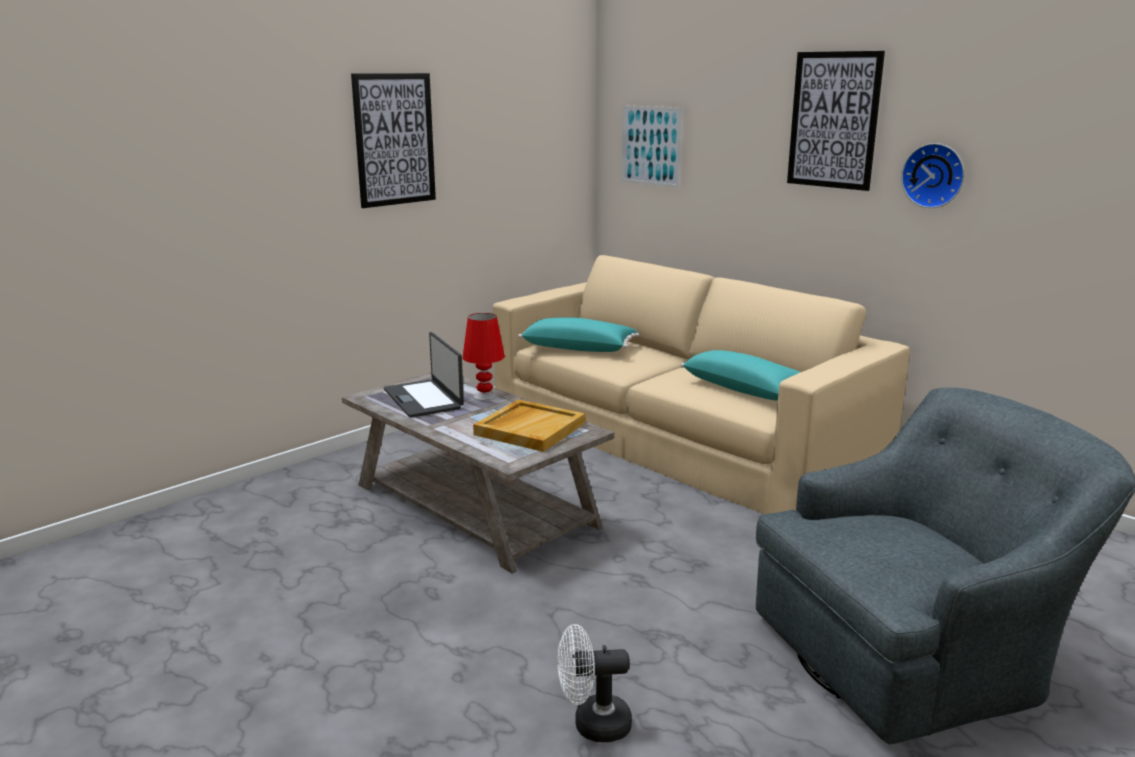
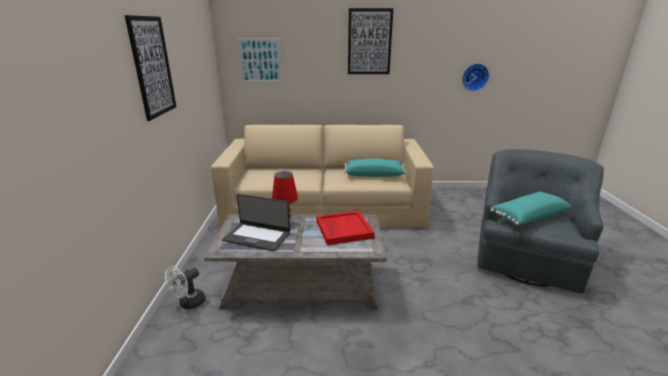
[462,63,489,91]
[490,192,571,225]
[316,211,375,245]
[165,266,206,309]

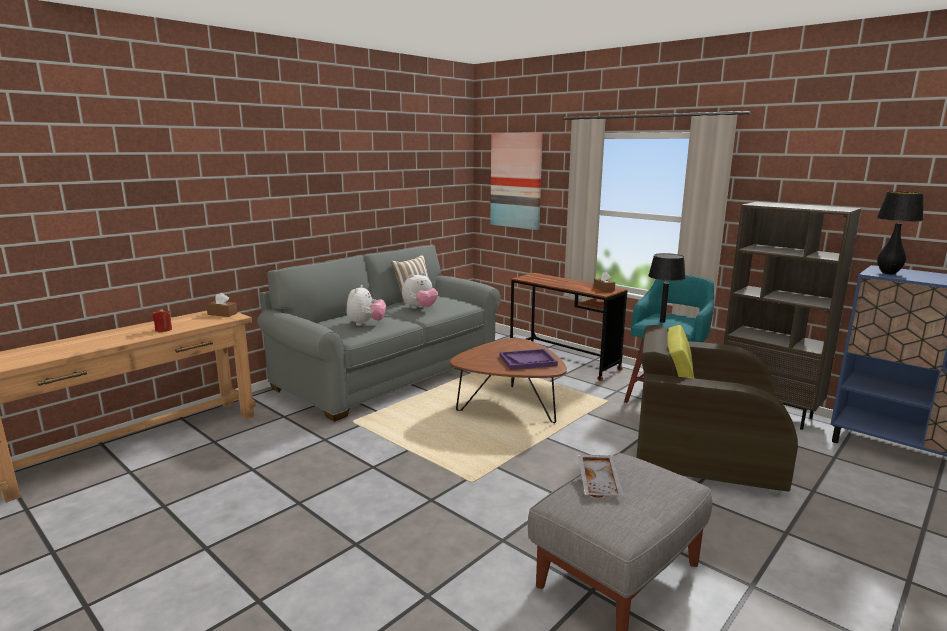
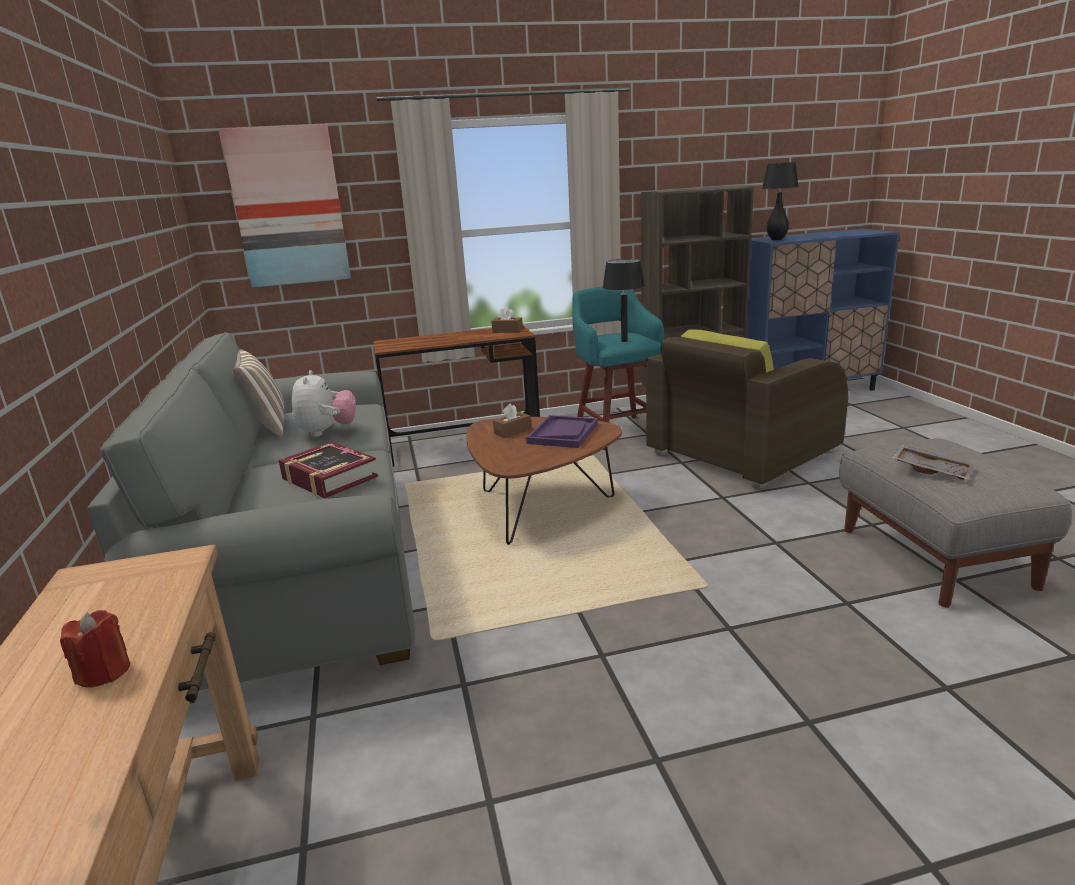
[279,442,378,498]
[493,404,531,438]

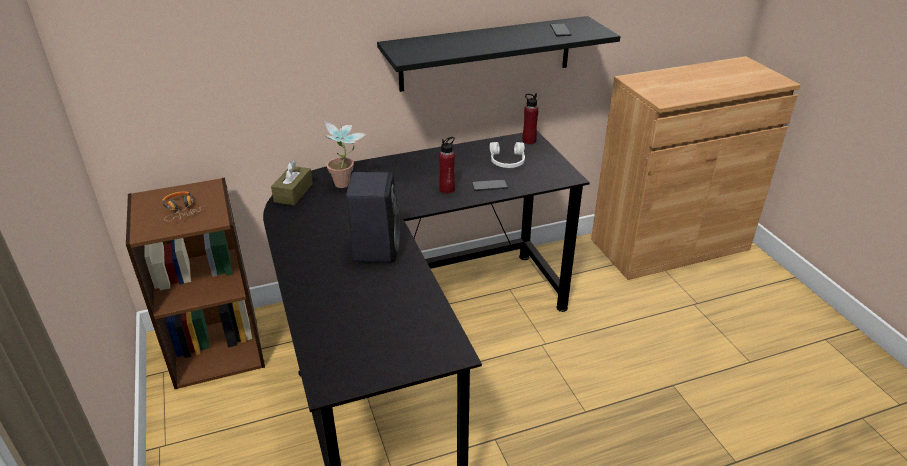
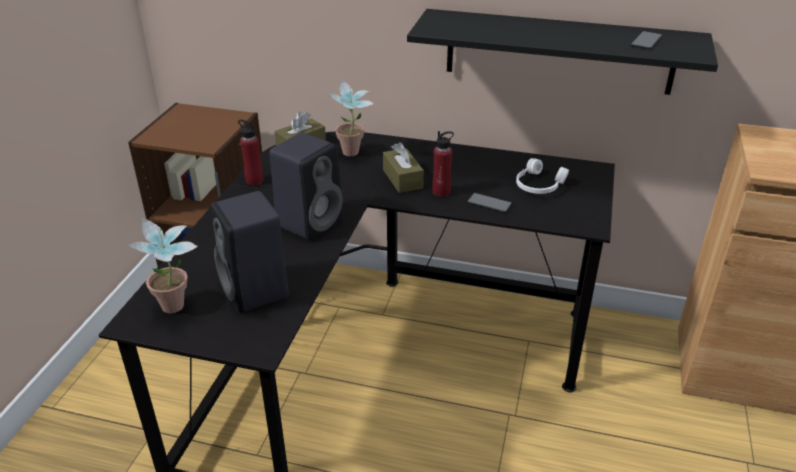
[238,120,263,185]
[162,191,206,221] (first image)
[383,142,424,193]
[211,191,289,313]
[128,217,198,313]

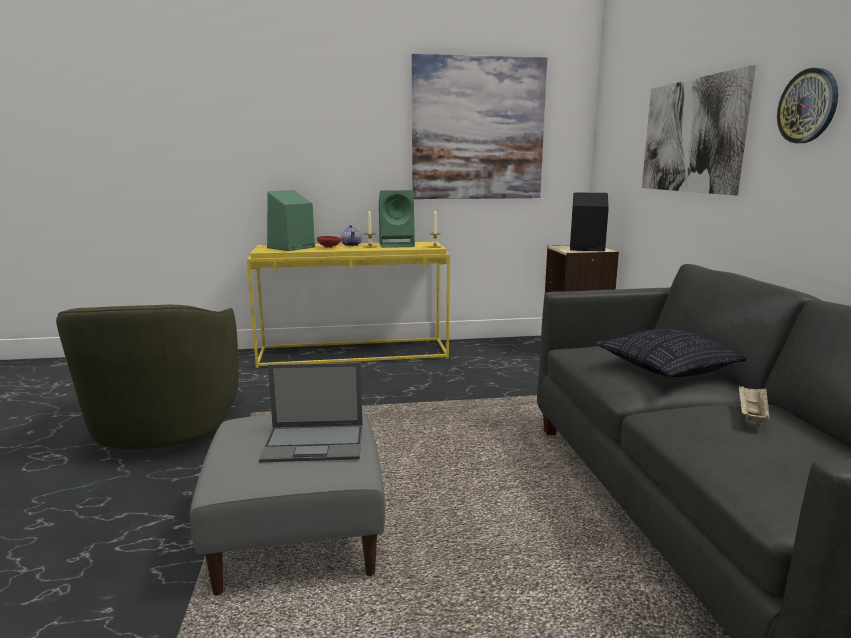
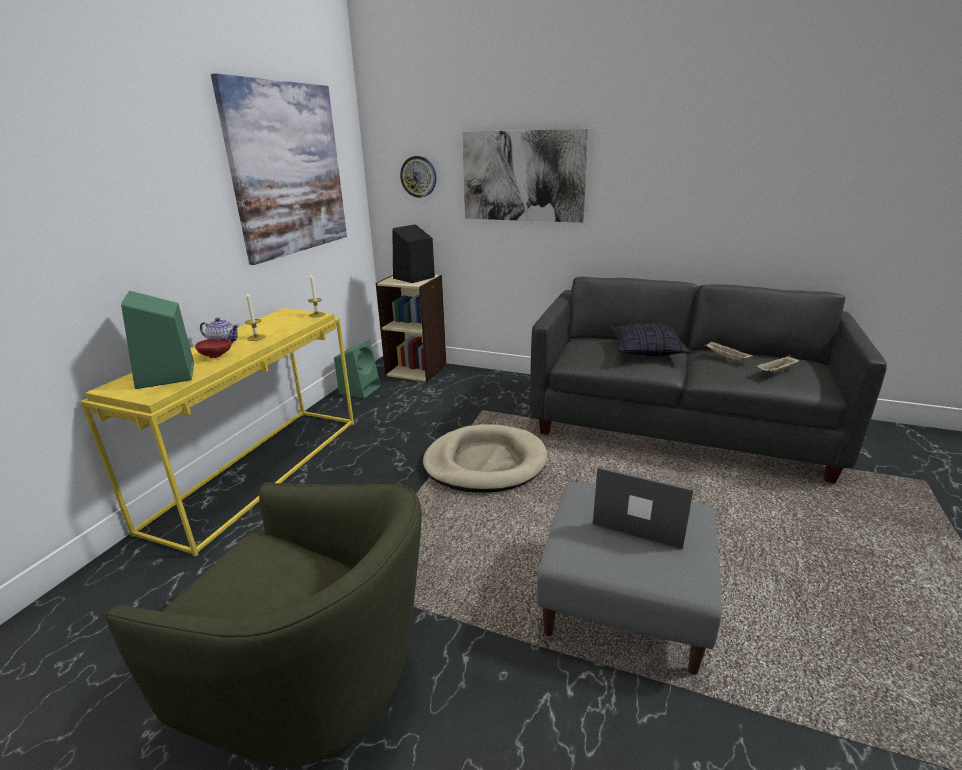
[400,156,437,198]
[334,340,381,399]
[593,467,693,549]
[757,355,800,372]
[423,424,547,493]

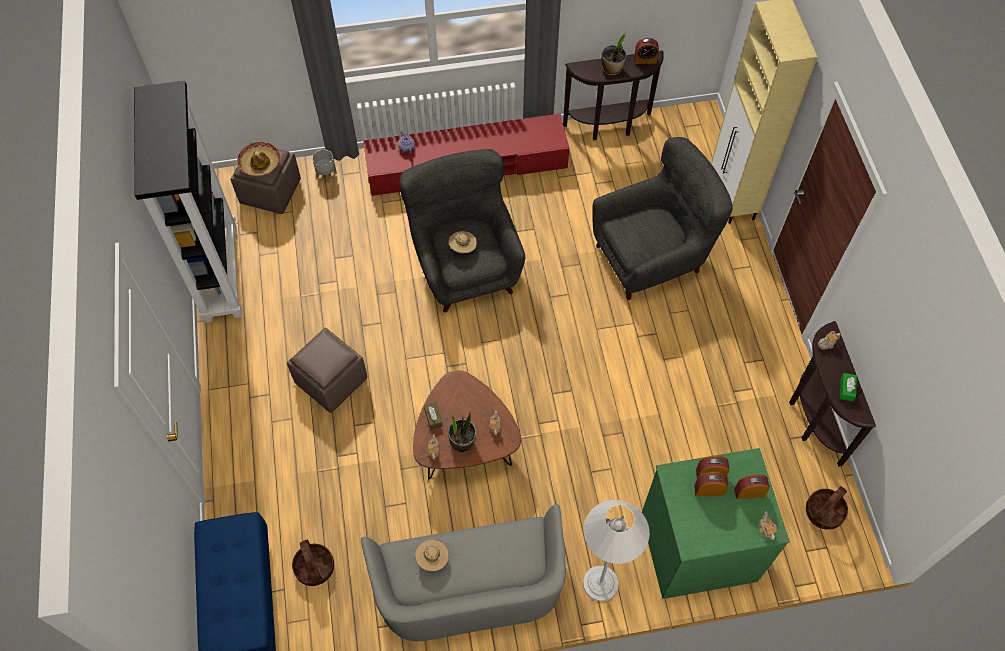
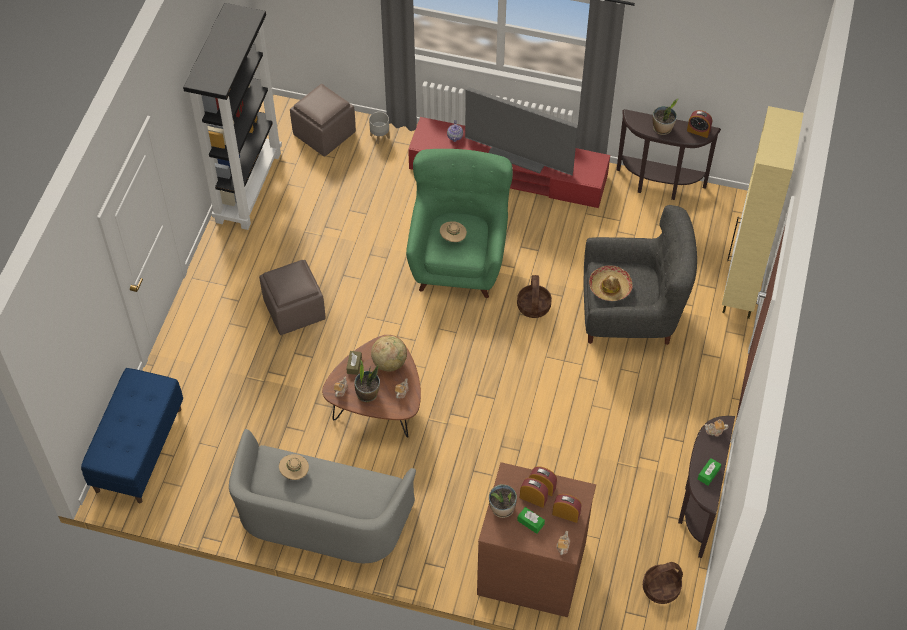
[589,265,633,301]
[406,149,513,298]
[477,462,596,617]
[583,500,650,602] (first image)
[517,275,552,318]
[465,87,578,175]
[371,336,407,372]
[489,484,517,518]
[517,507,545,534]

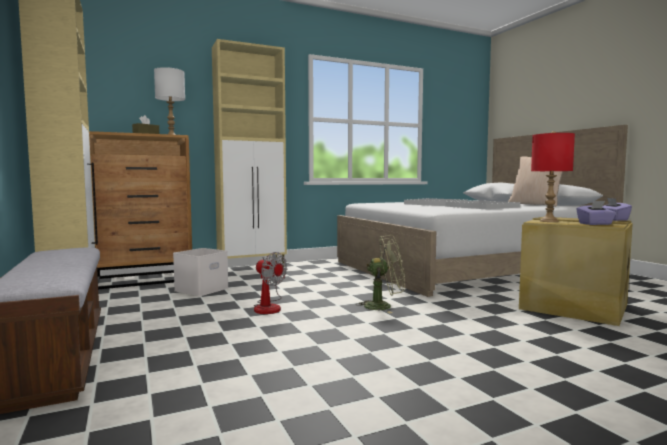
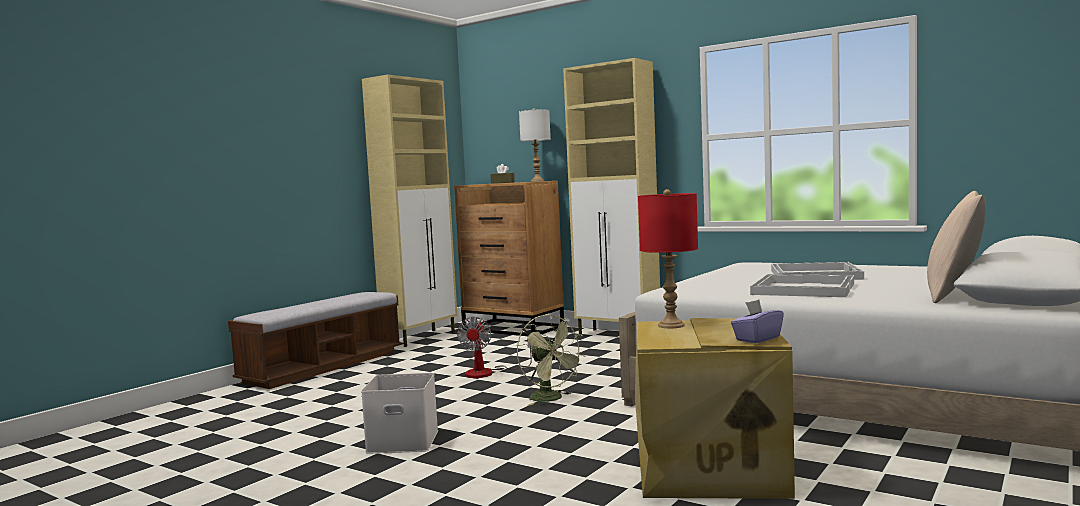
[577,201,616,225] (first image)
[361,373,438,454]

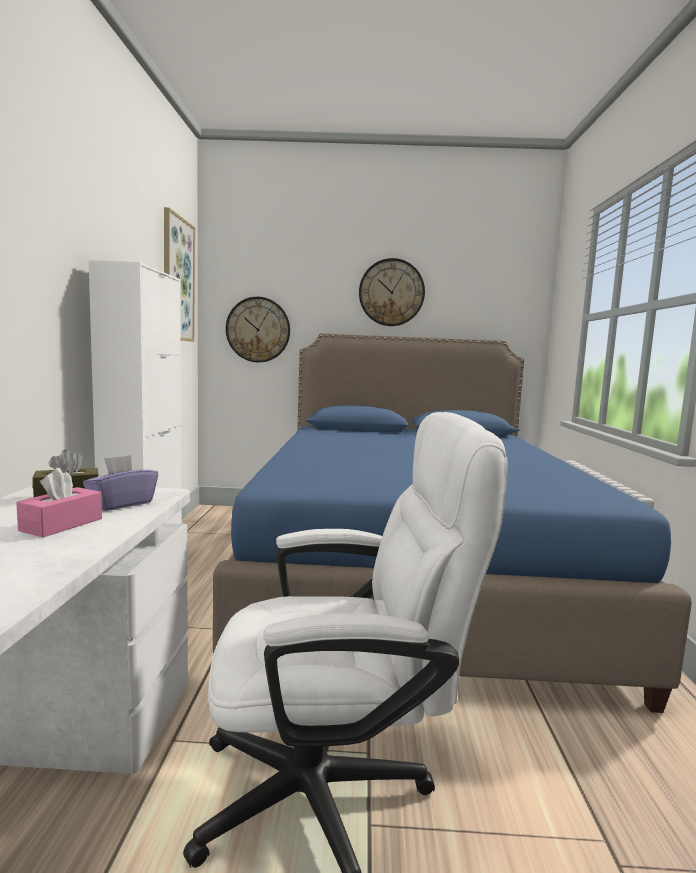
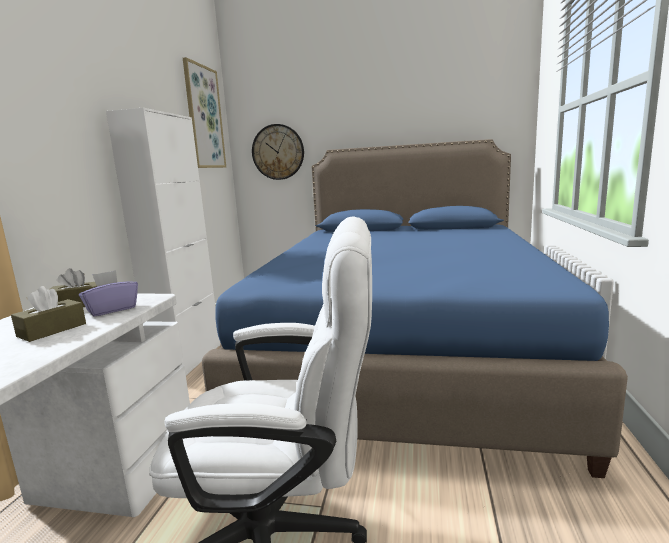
[359,258,425,326] (first image)
[11,286,86,342]

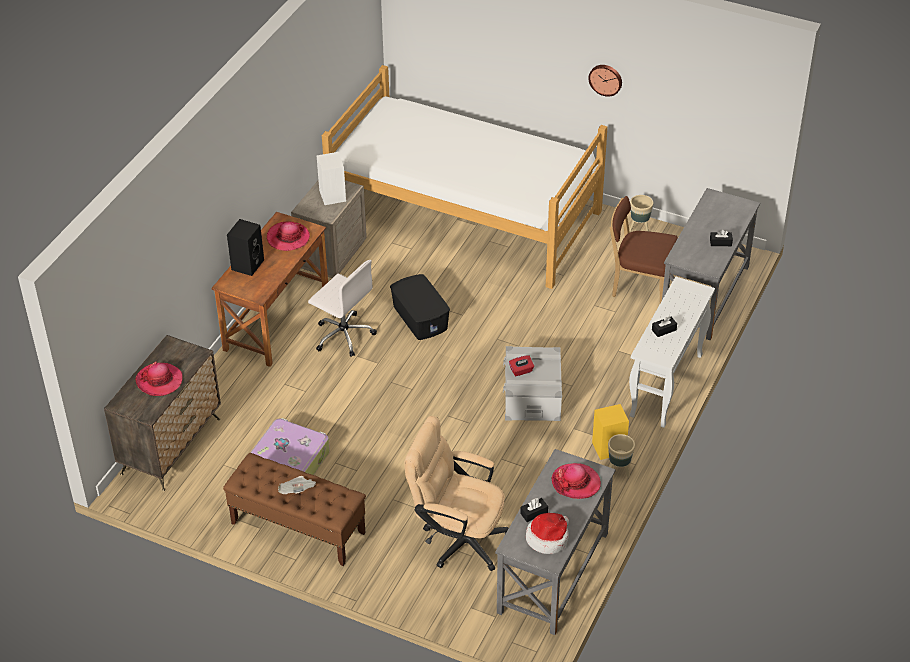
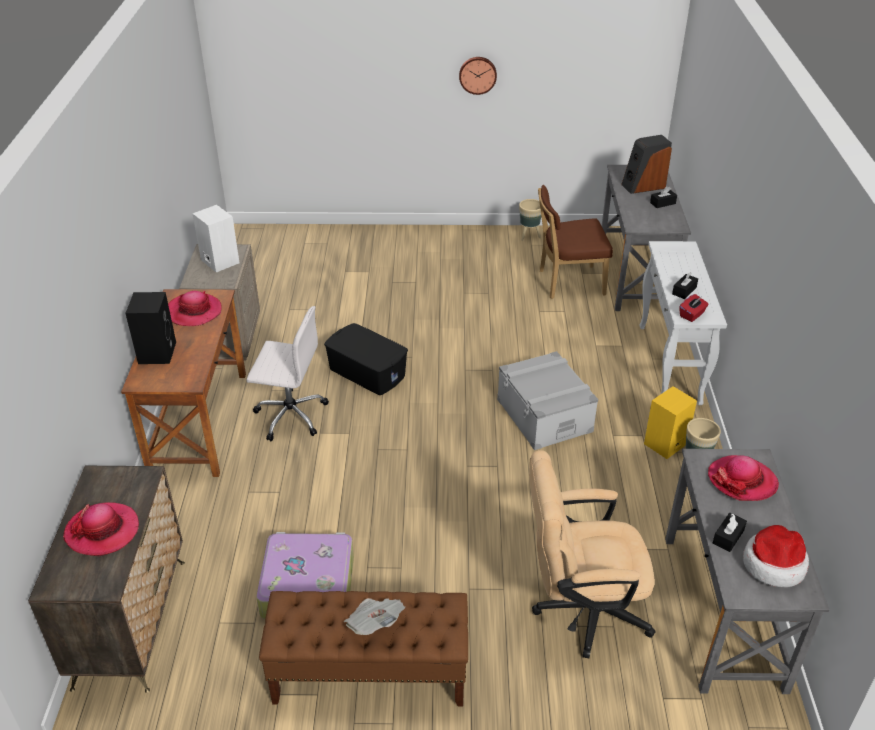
[322,65,608,289] (first image)
[680,294,709,322]
[621,135,672,194]

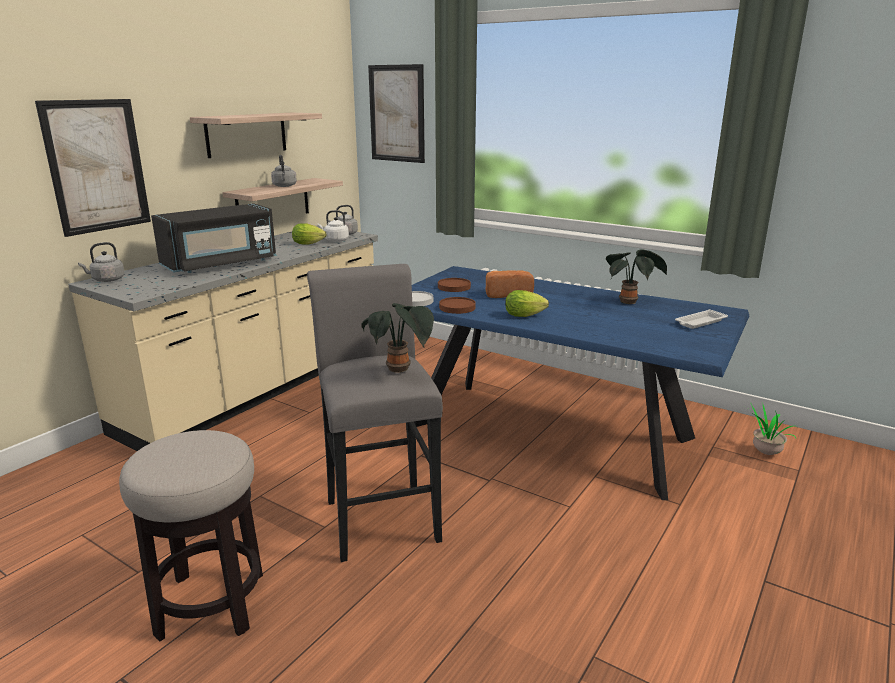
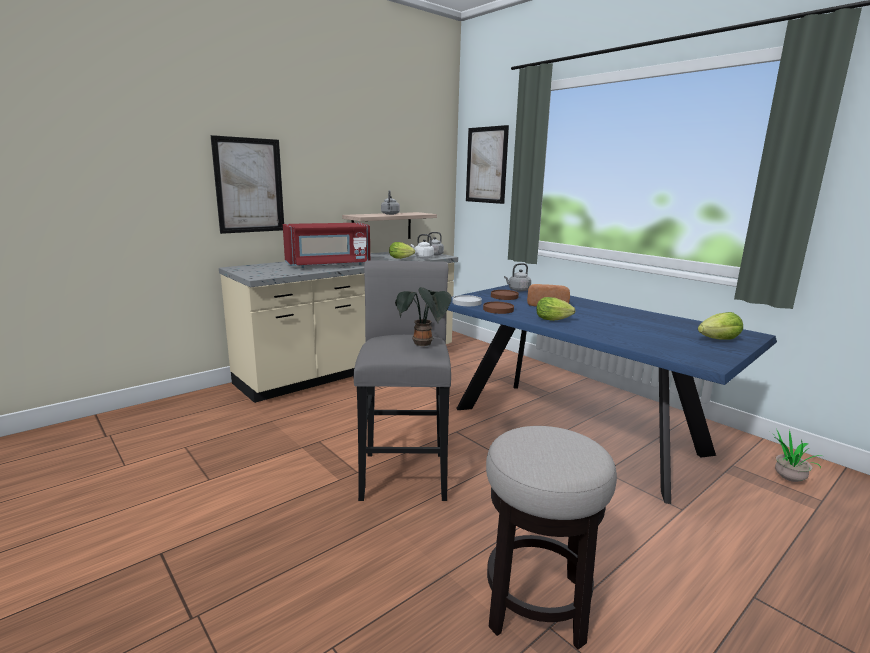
[190,113,322,158] (first image)
[283,223,370,268]
[504,263,531,291]
[606,249,667,304] (first image)
[698,312,743,340]
[486,426,617,649]

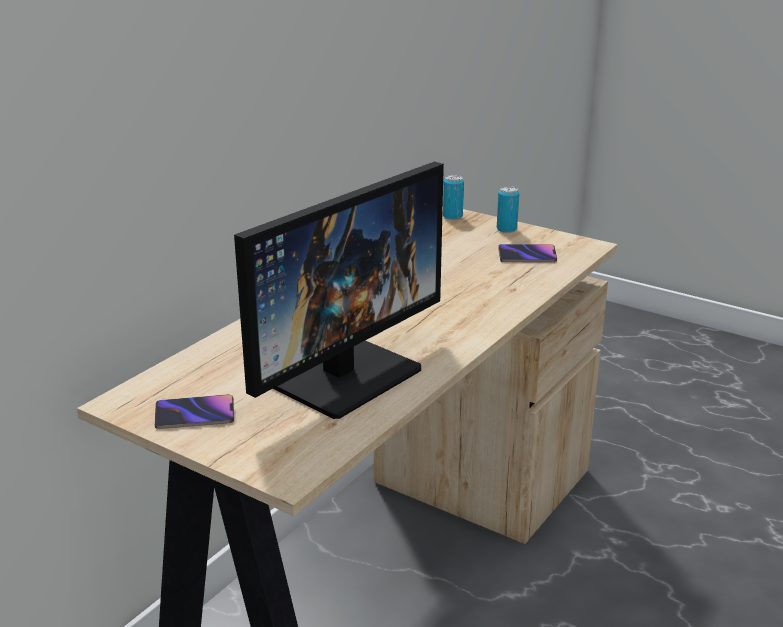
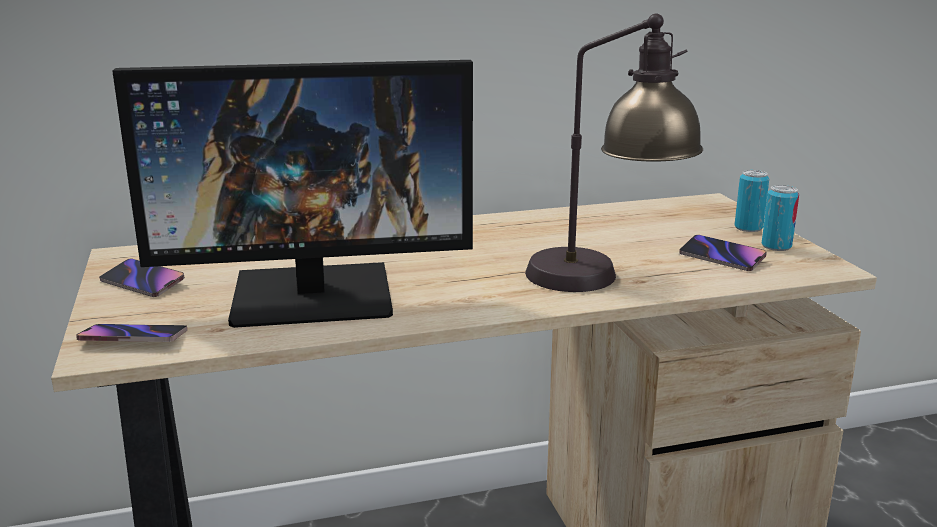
[762,185,799,251]
[525,14,703,292]
[76,324,187,342]

